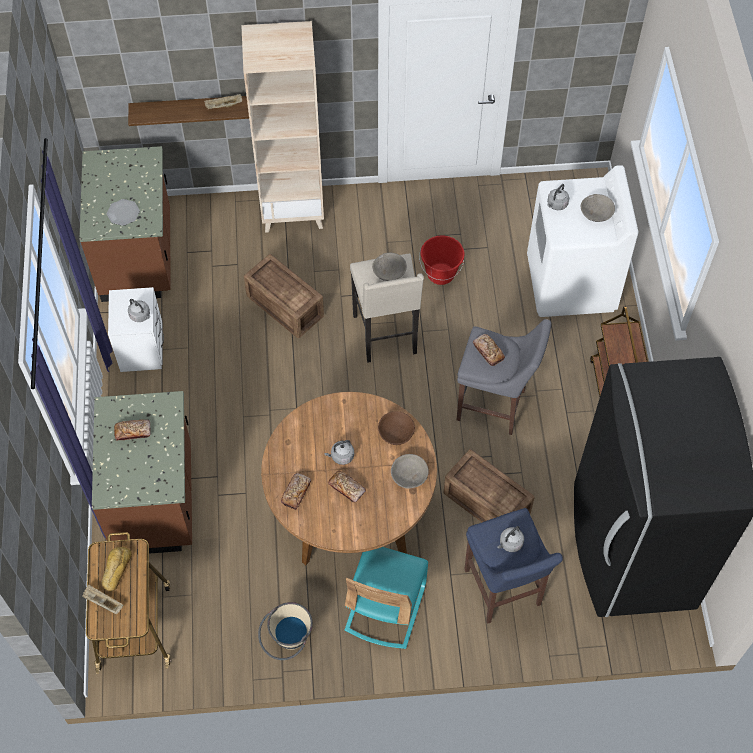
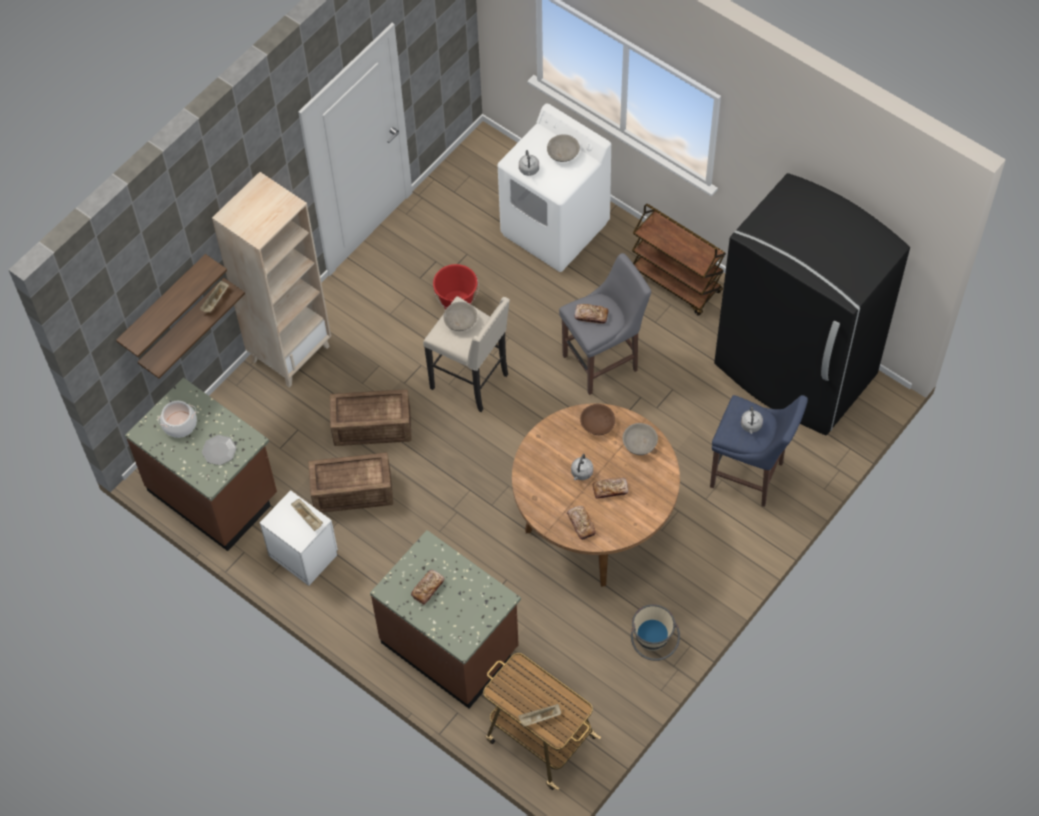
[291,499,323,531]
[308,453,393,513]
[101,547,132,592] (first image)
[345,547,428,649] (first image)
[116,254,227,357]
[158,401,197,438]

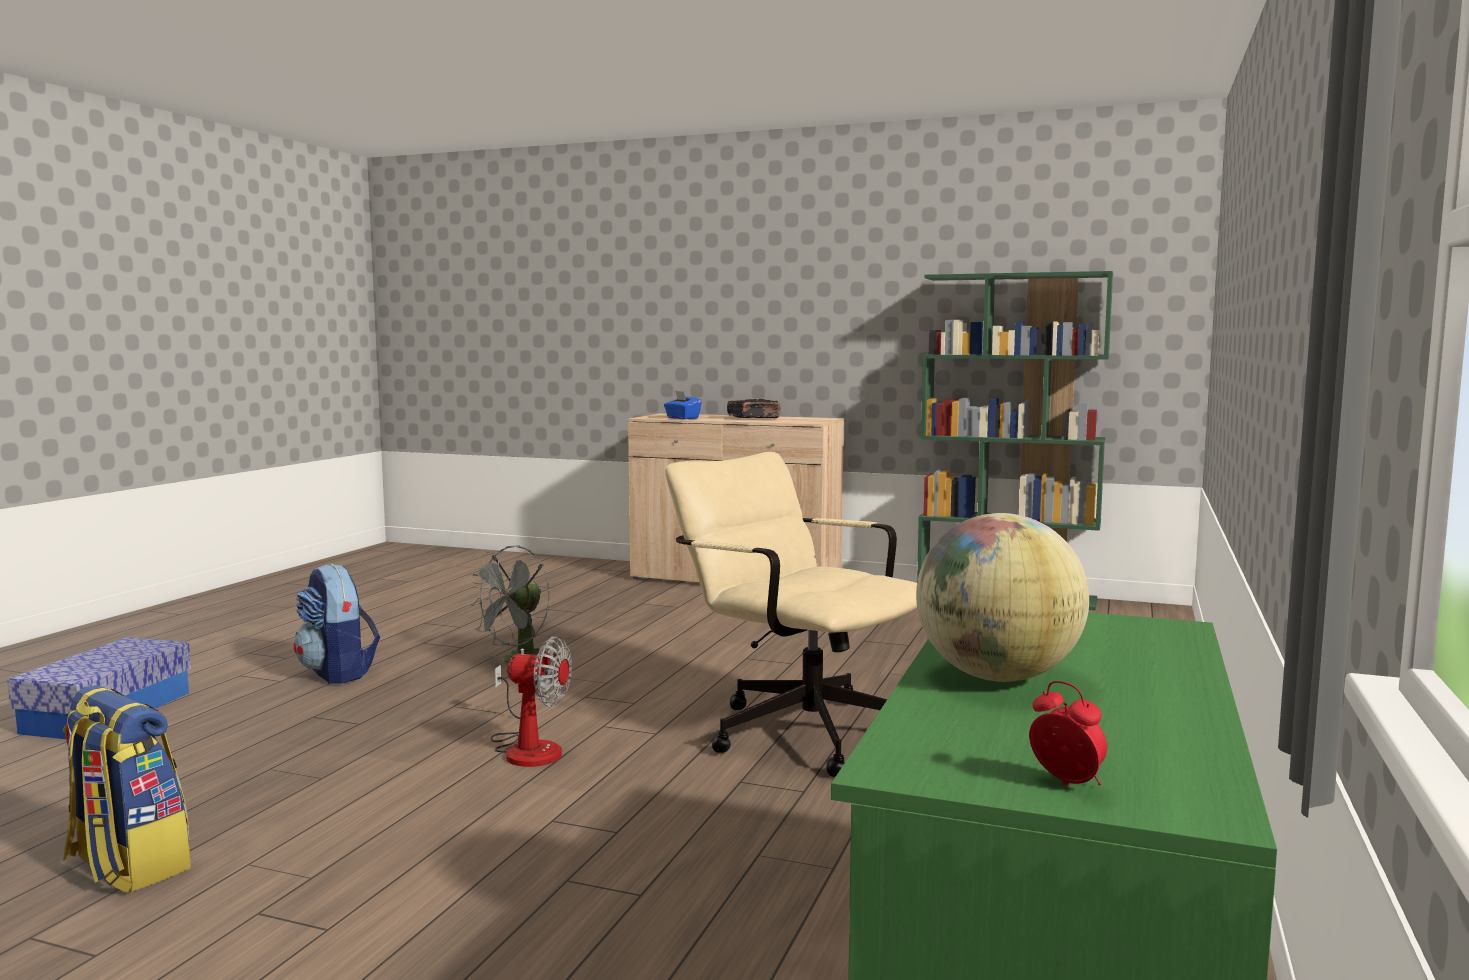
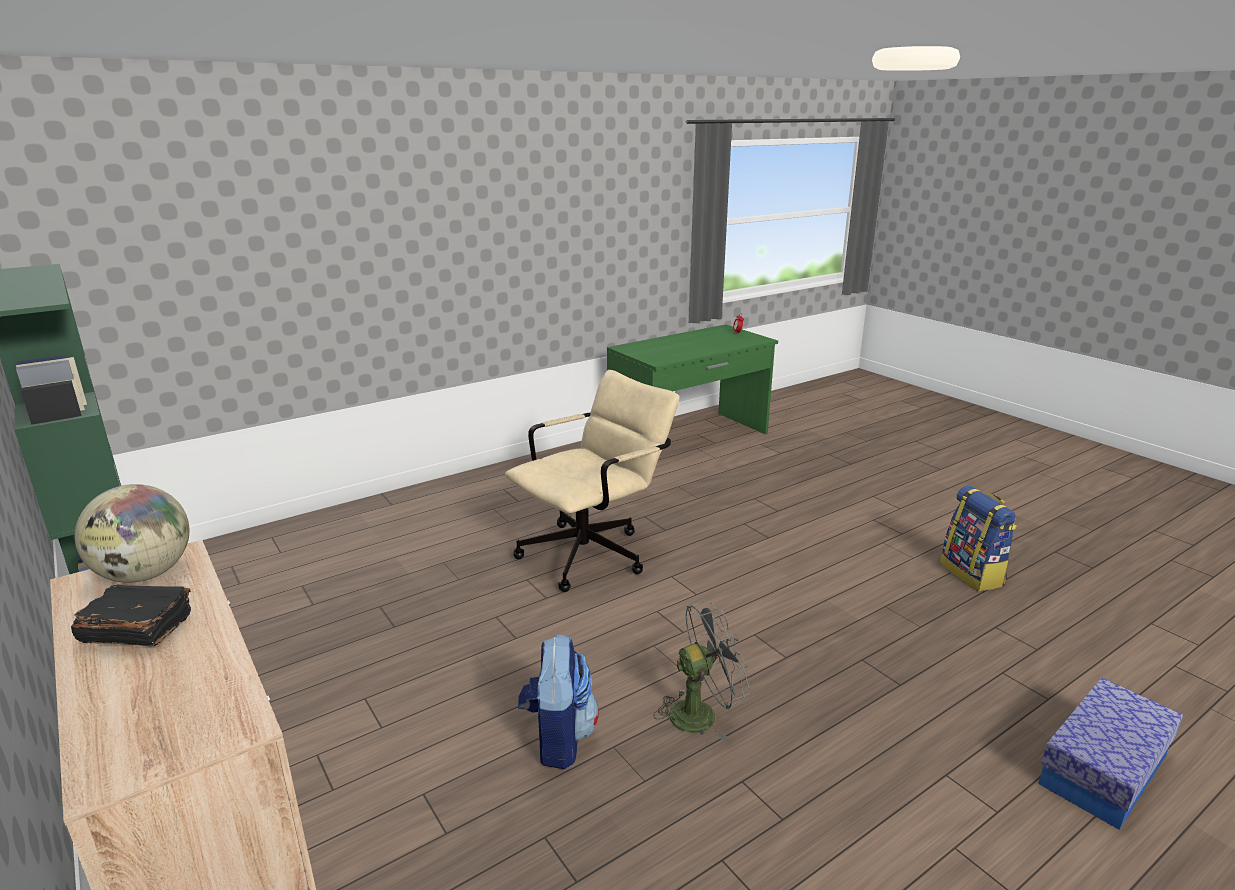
[664,391,702,419] (first image)
[505,370,680,592]
[74,484,189,583]
[518,634,599,769]
[491,636,572,767] (first image)

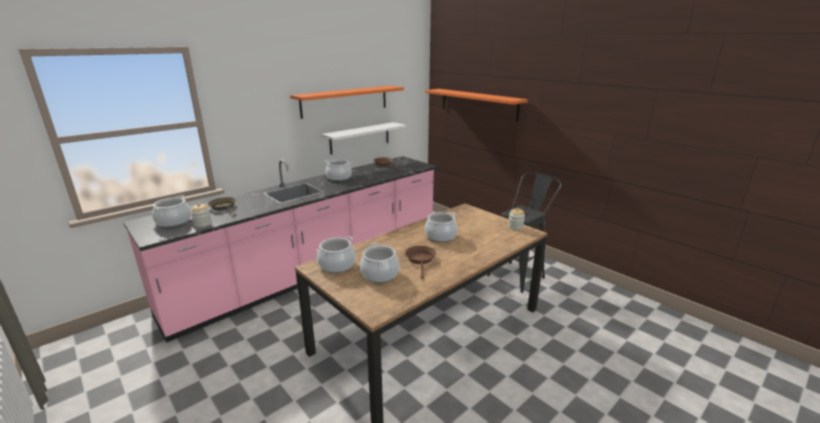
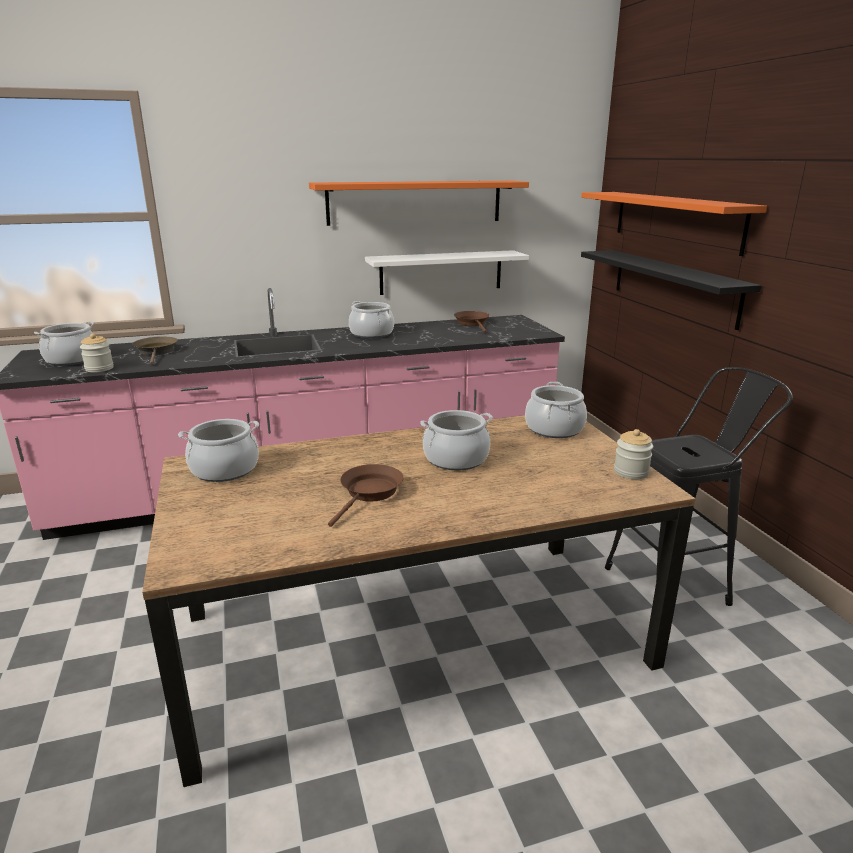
[525,382,587,438]
[581,250,762,330]

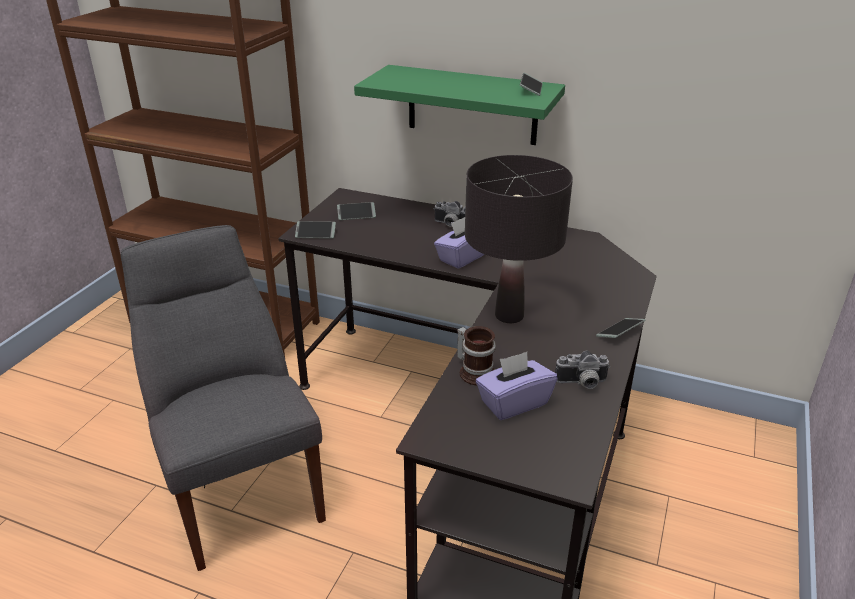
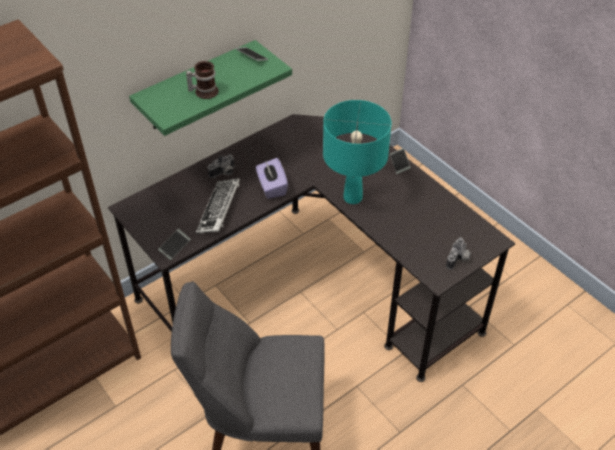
[323,100,392,204]
[337,202,376,220] (first image)
[186,61,219,99]
[446,237,471,270]
[476,352,557,420] (first image)
[196,178,240,234]

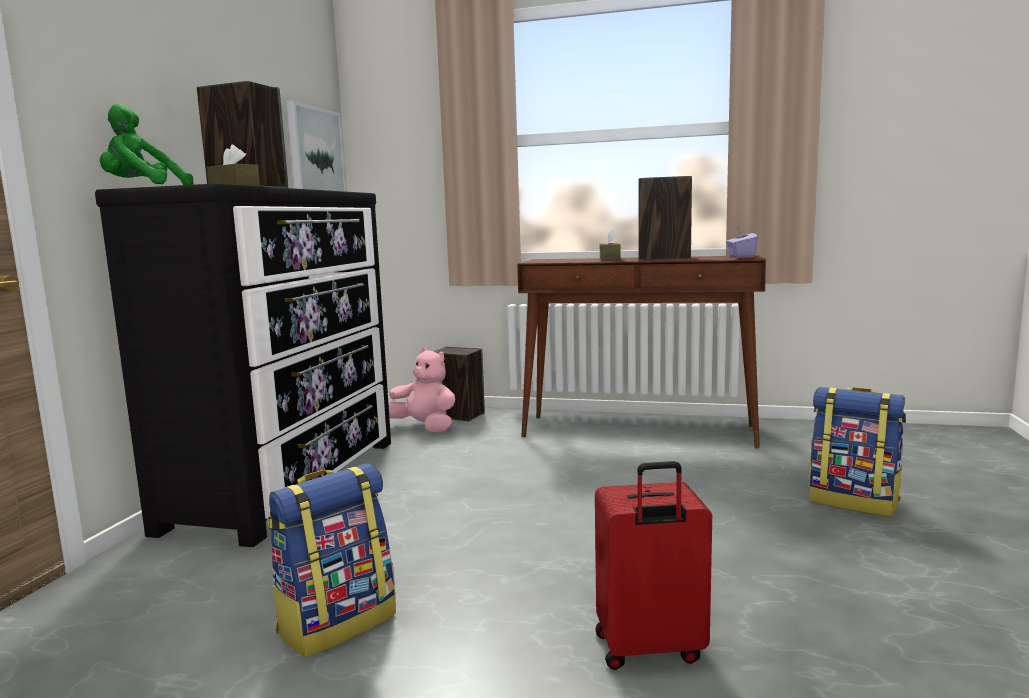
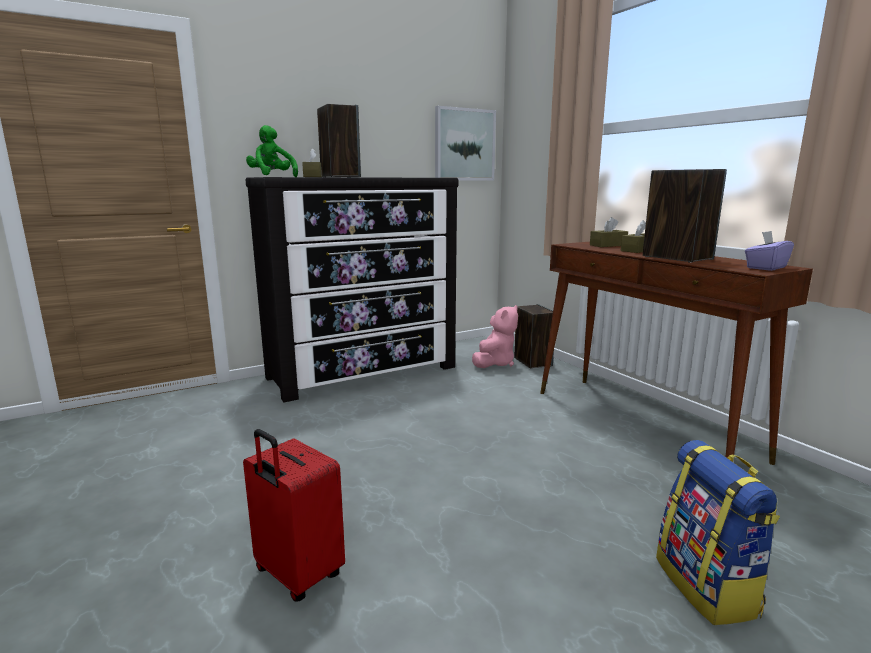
[472,305,518,368]
[267,464,396,657] (first image)
[590,217,628,247]

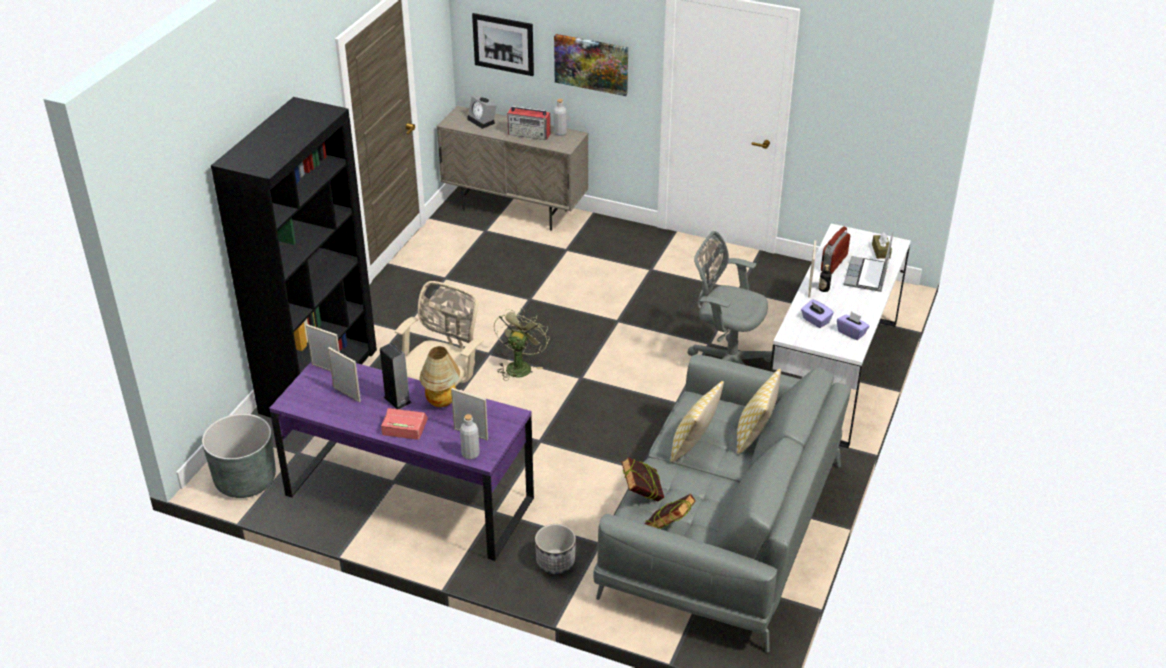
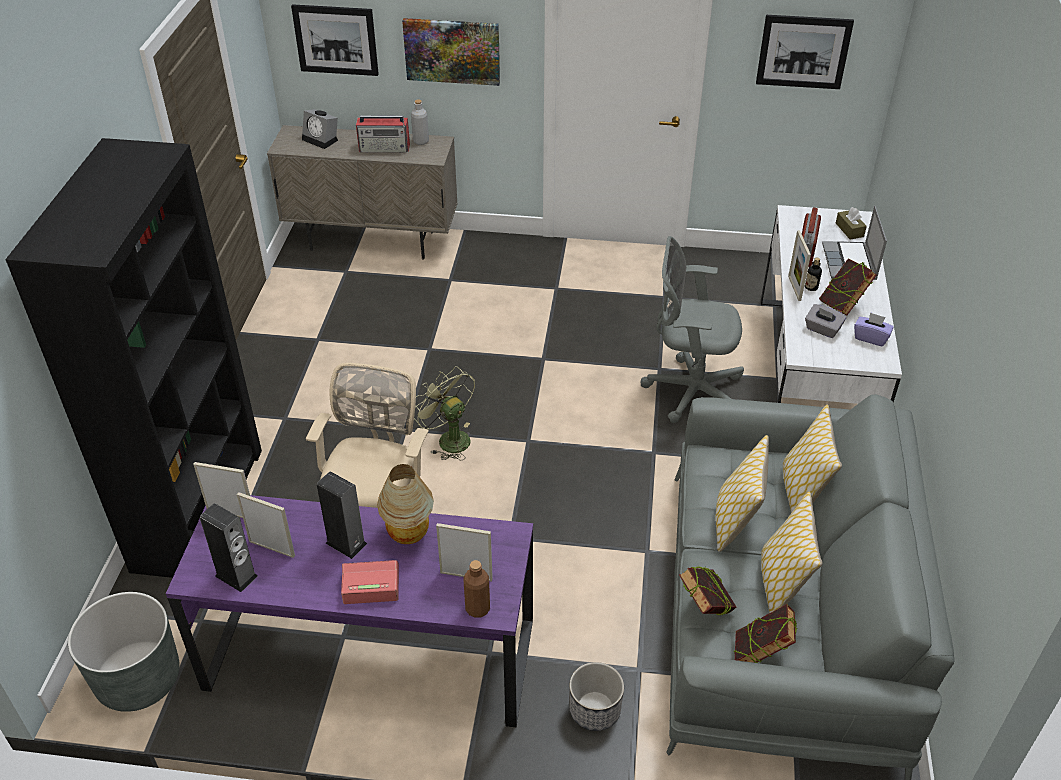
[805,304,846,338]
[414,366,475,460]
[464,560,490,618]
[756,15,854,89]
[819,259,877,316]
[761,492,822,613]
[200,503,258,592]

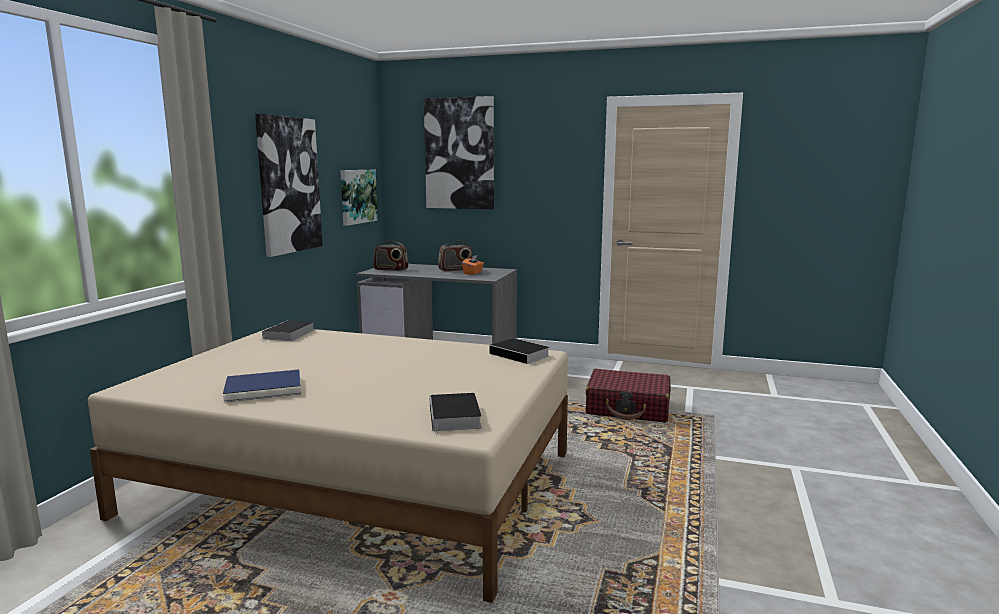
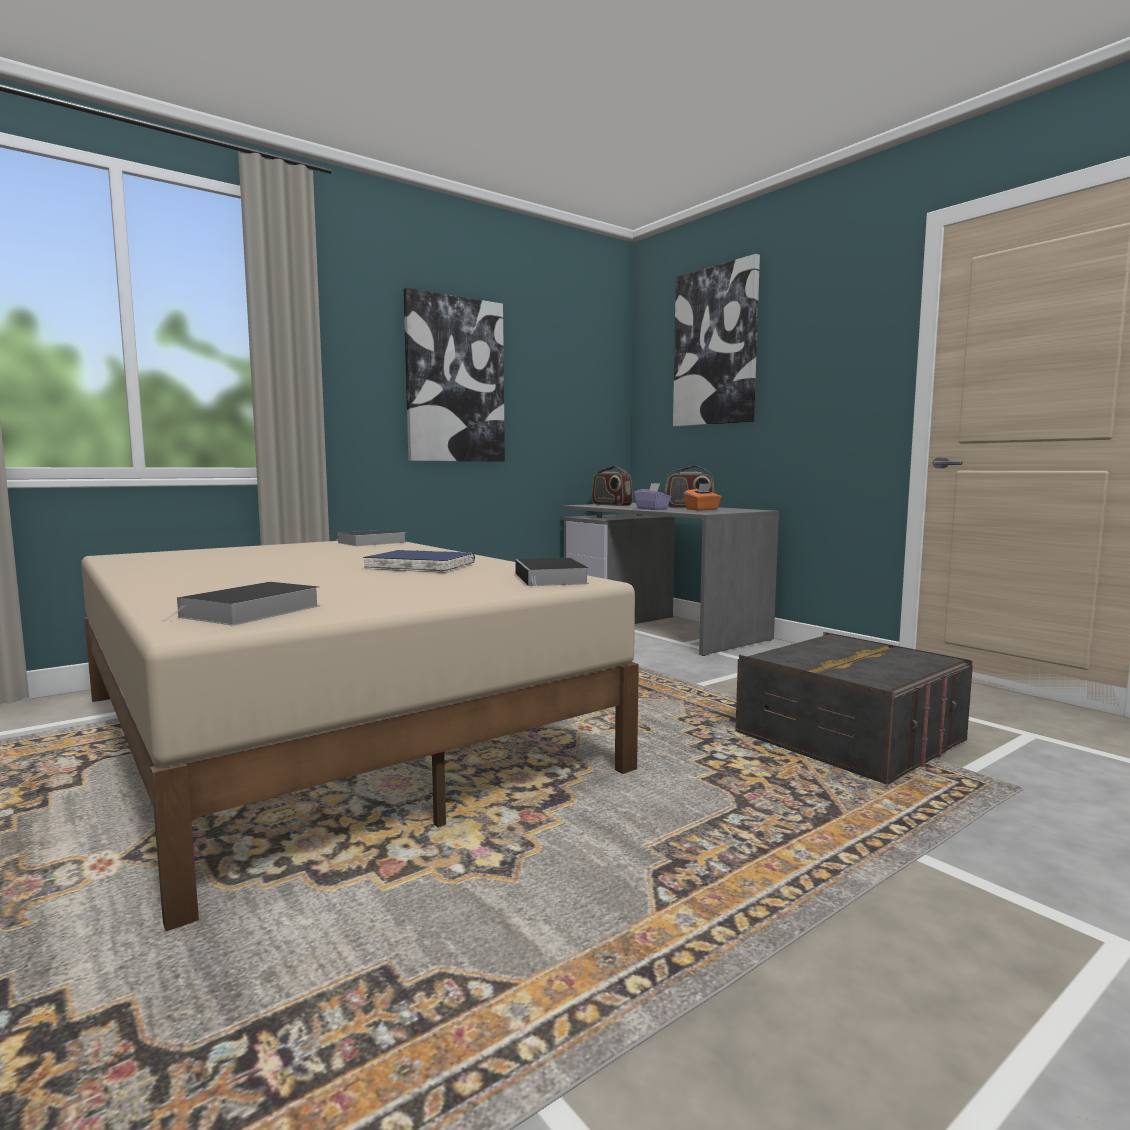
[340,170,378,226] (first image)
[363,550,475,573]
[735,632,973,784]
[634,483,671,510]

